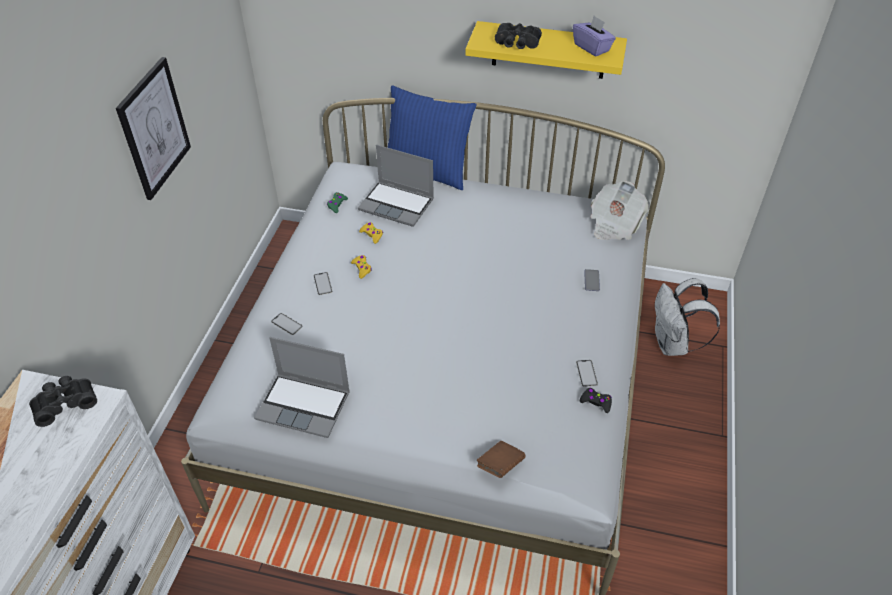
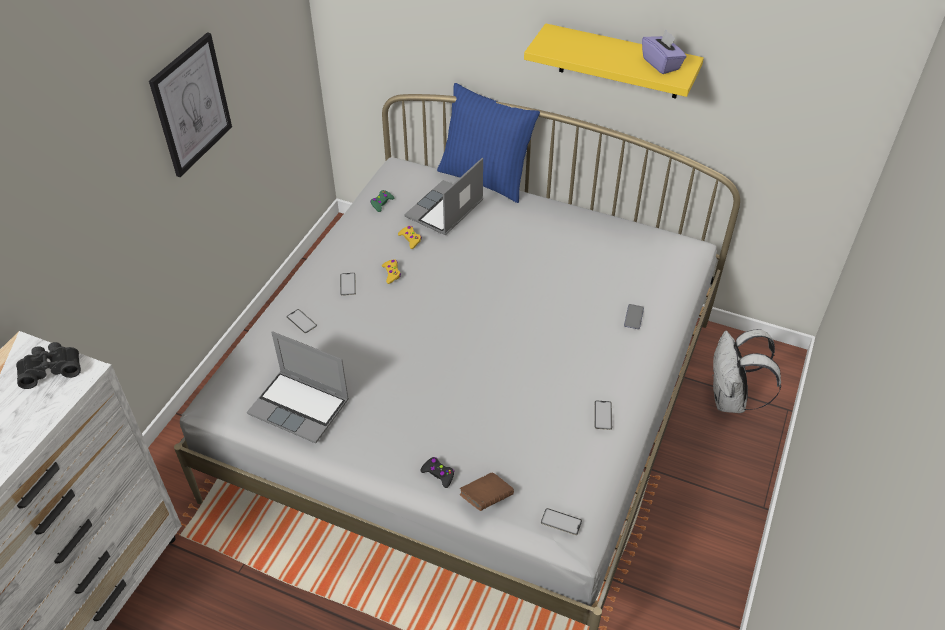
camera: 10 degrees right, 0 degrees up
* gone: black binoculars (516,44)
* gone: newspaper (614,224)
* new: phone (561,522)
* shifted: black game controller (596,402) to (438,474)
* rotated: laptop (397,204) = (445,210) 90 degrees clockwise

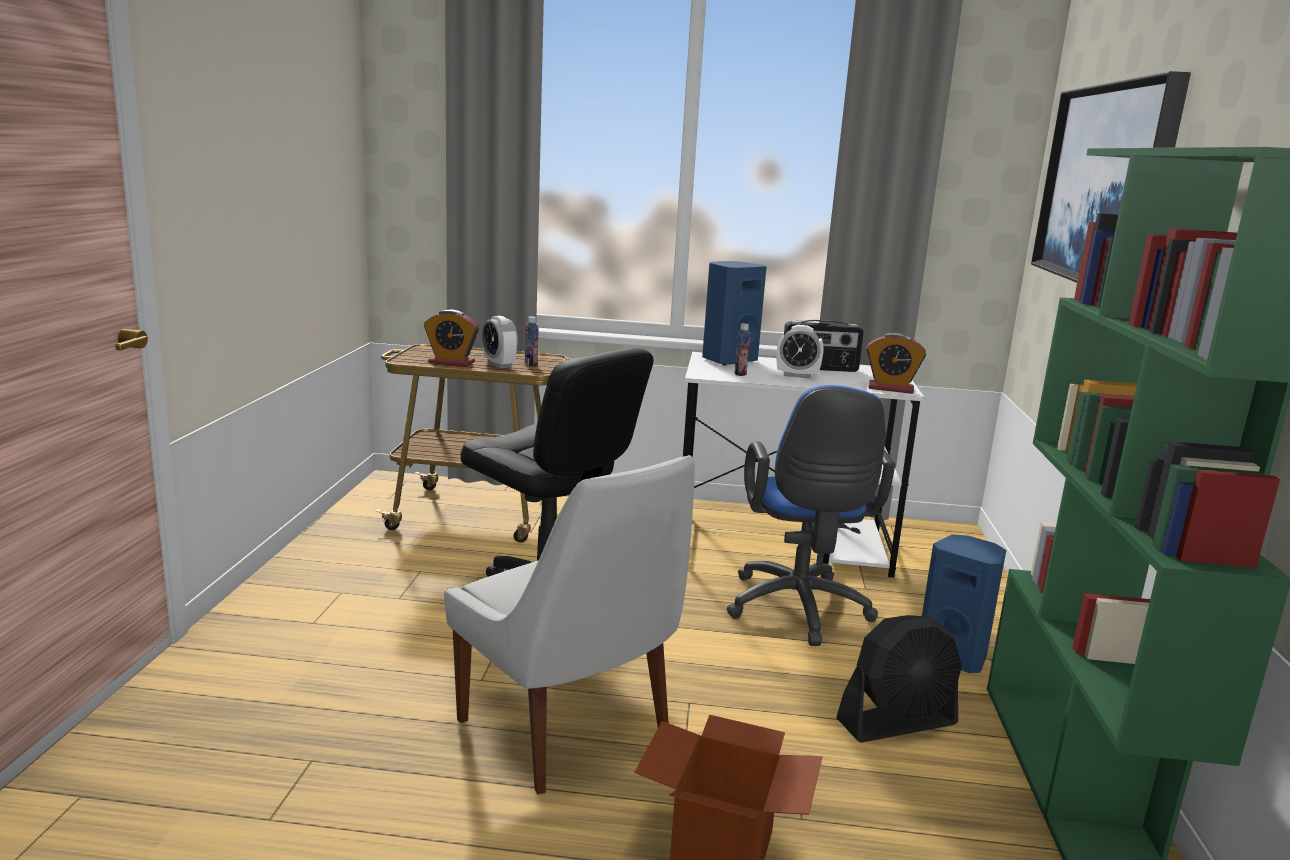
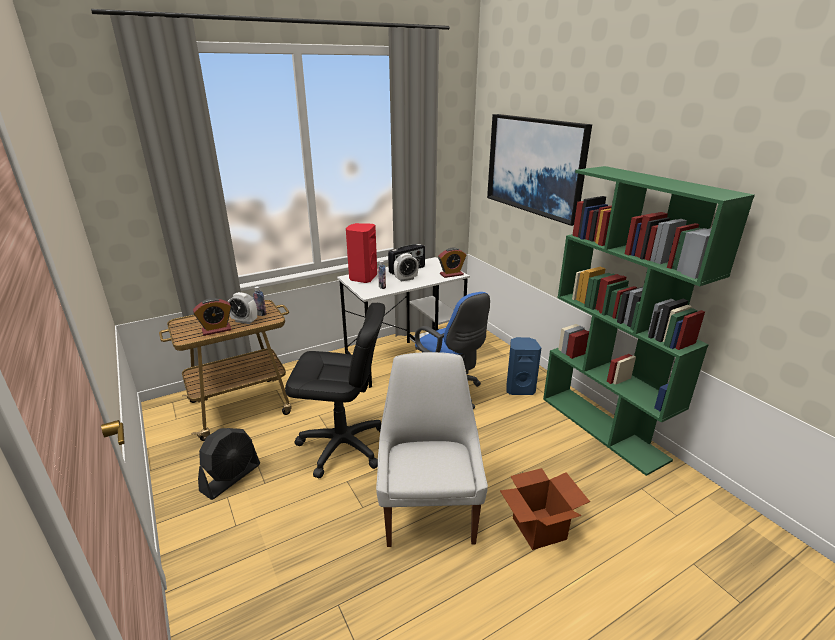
camera: 35 degrees left, 10 degrees up
* shifted: black fan (897,722) to (231,477)
* repainted: blue speaker (728,360) to red speaker (362,278)
* rotated: white chair (568,731) = (429,510) 105 degrees counterclockwise

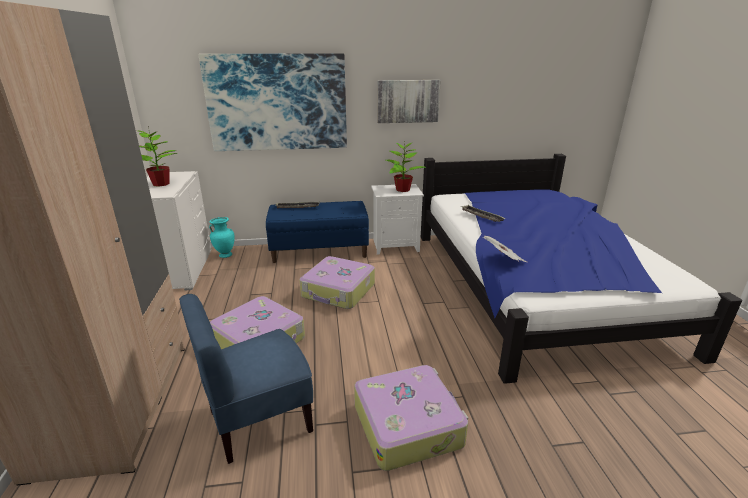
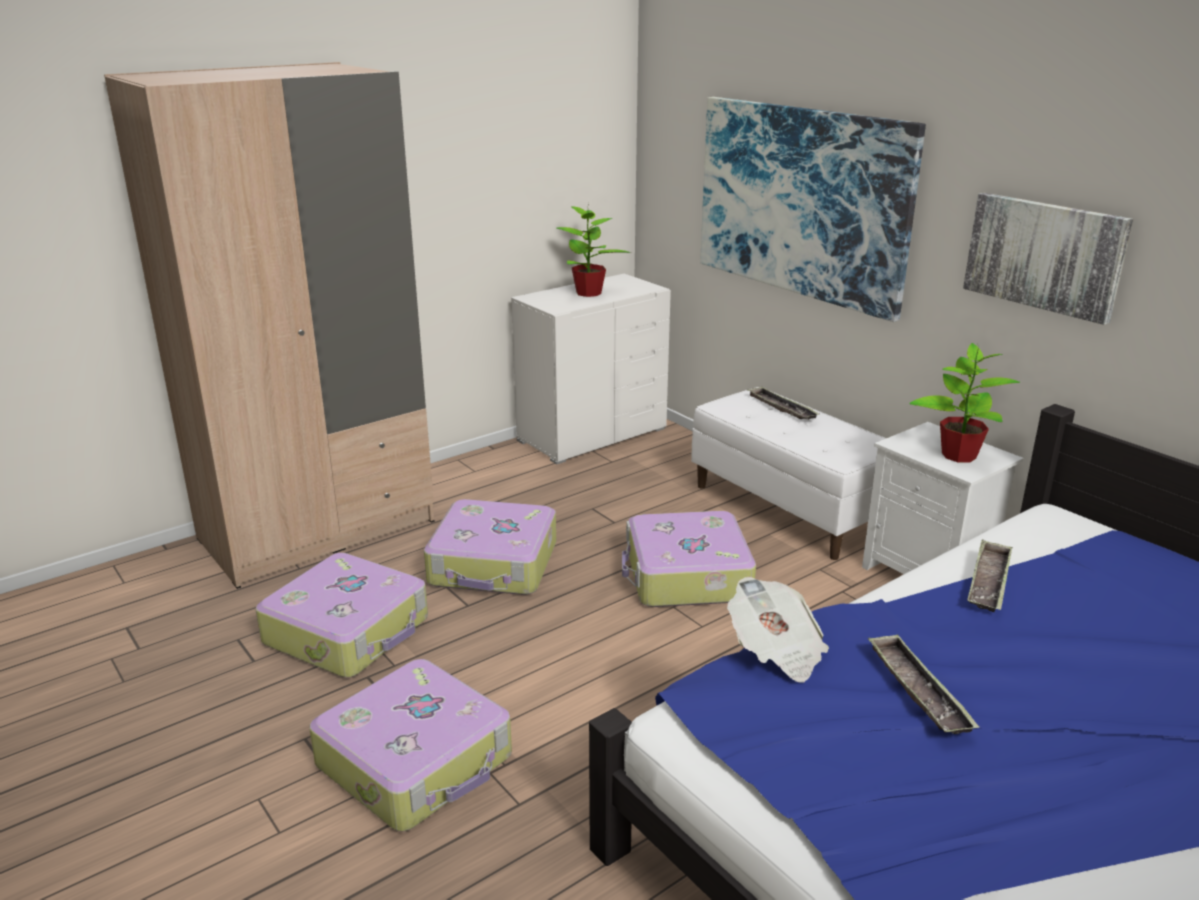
camera: 60 degrees right, 0 degrees up
* gone: turquoise vase (225,255)
* new: tray (918,690)
* swapped: blue chair (259,420) to suitcase (349,631)
* repainted: blue bench (320,251) to white bench (790,509)

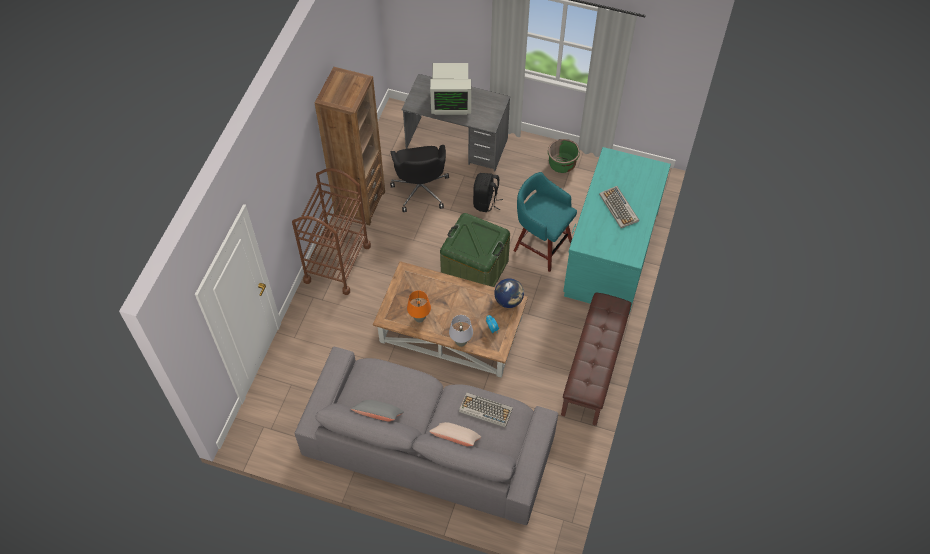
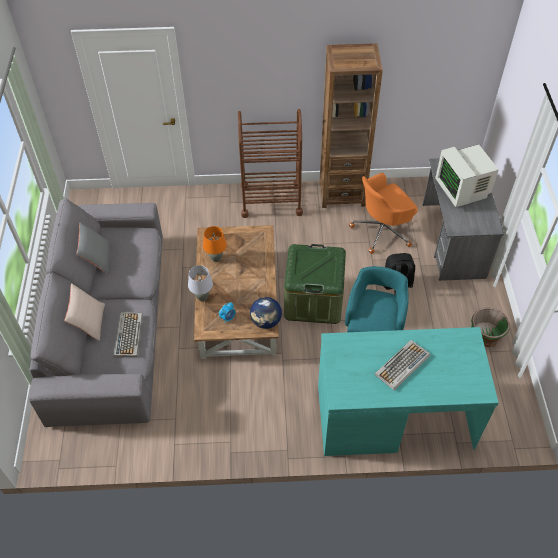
camera: 70 degrees right, 5 degrees down
* gone: brown bench (594,369)
* repainted: black office chair (421,189) to orange office chair (382,230)

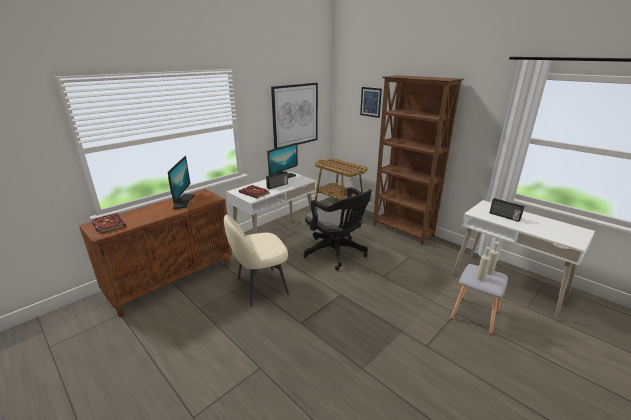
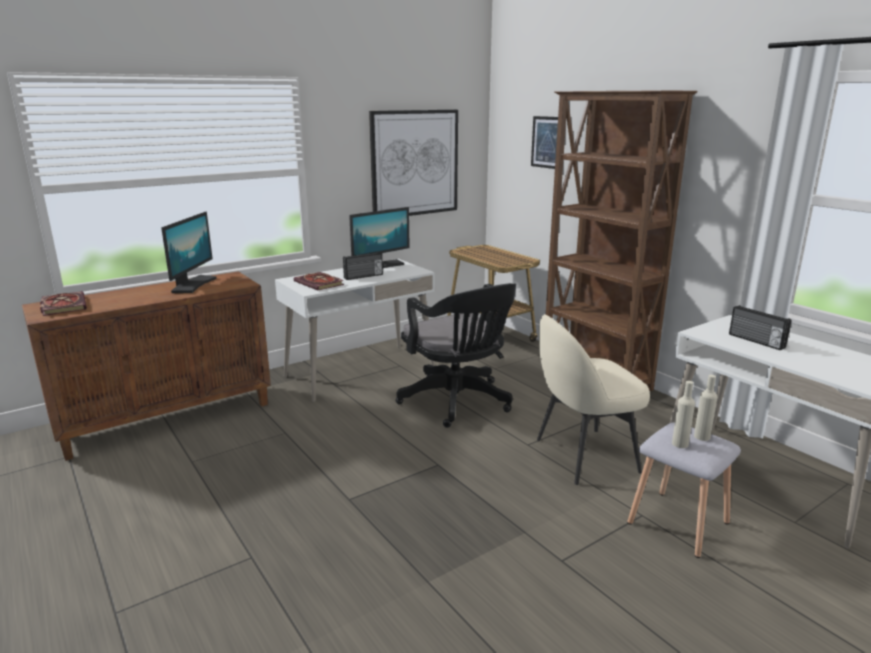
camera: 10 degrees right, 5 degrees down
* shifted: beige chair (260,287) to (583,456)

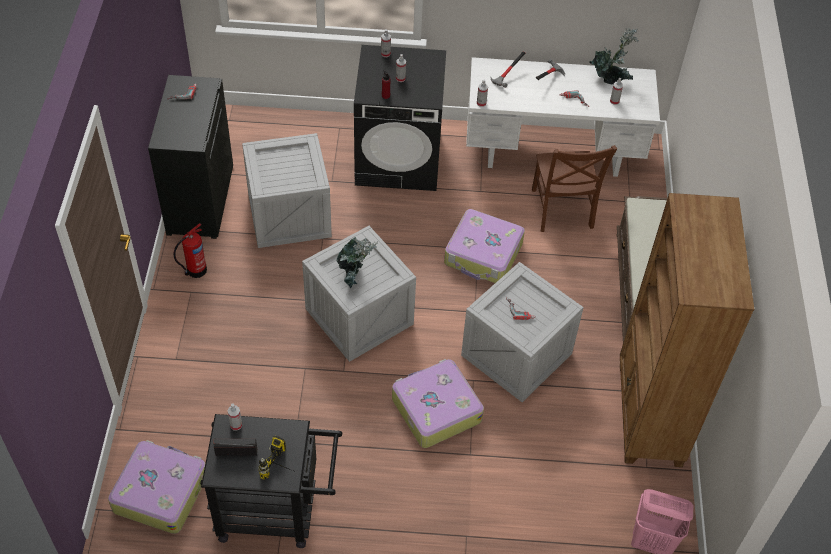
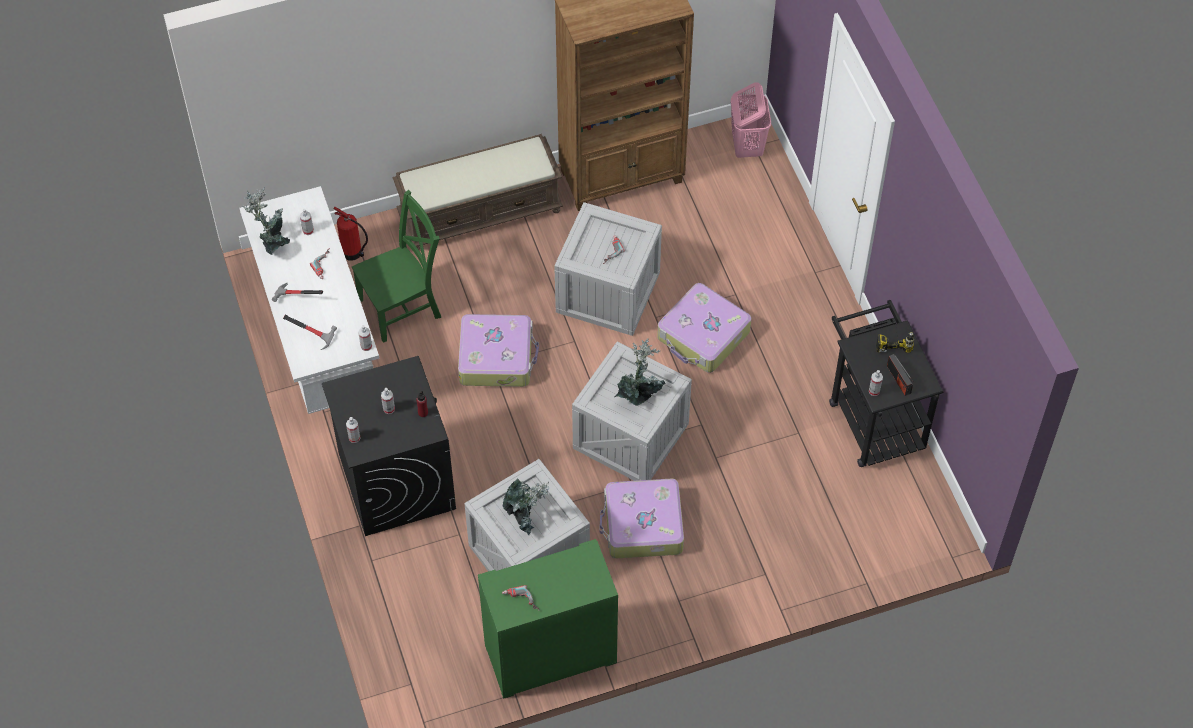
camera: 110 degrees left, 5 degrees up
* new: potted plant (525,517)
* shifted: suitcase (160,492) to (642,525)
* shifted: fire extinguisher (195,270) to (353,253)
* repainted: black cabinet (199,199) to green cabinet (550,655)
* repainted: brown chair (562,211) to green chair (403,307)

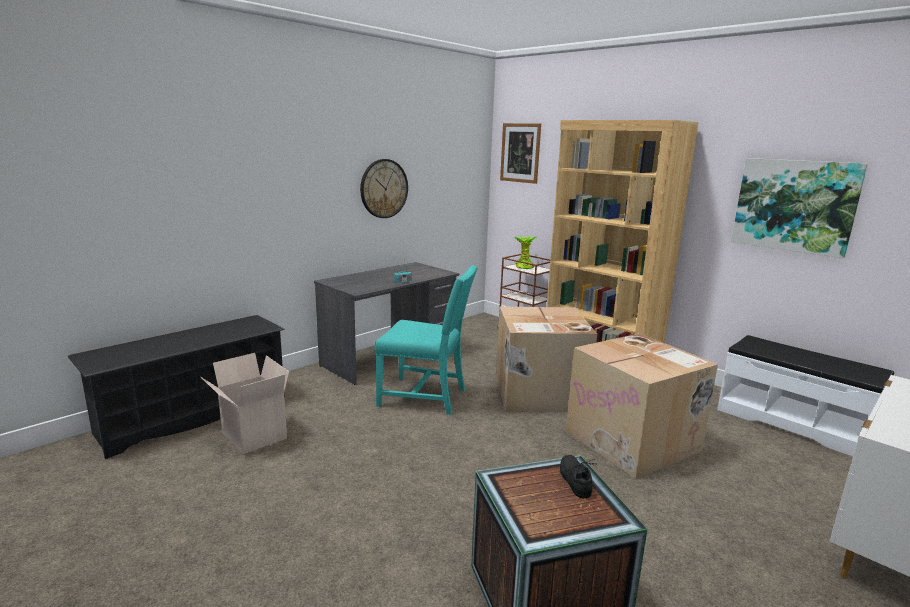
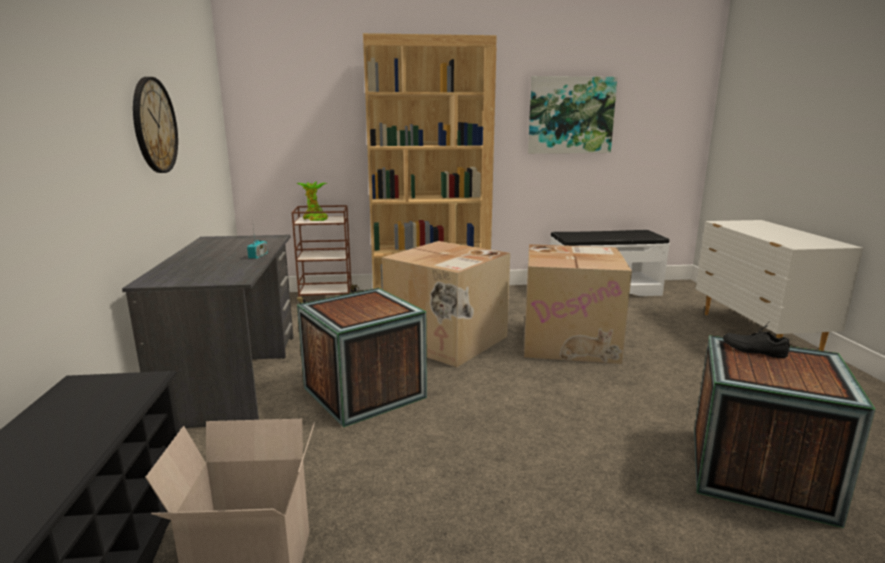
camera: 50 degrees left, 0 degrees up
* gone: picture (520,153)
* swapped: turquoise chair (425,397) to crate (364,392)

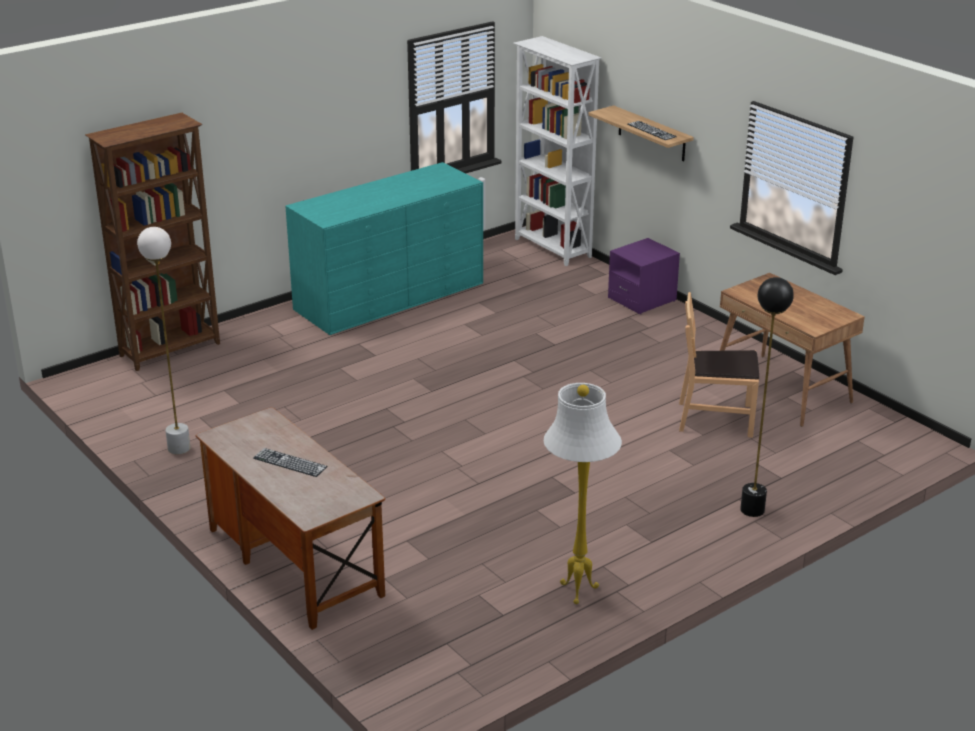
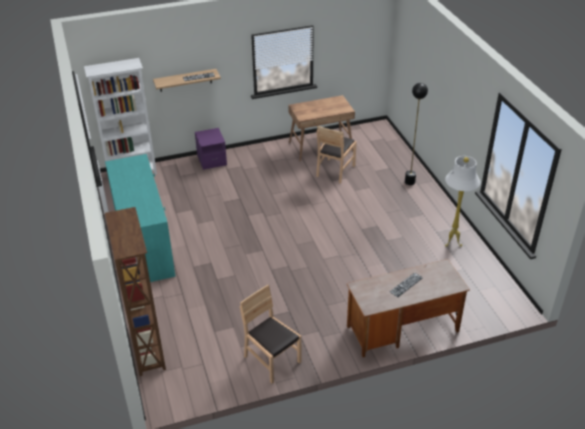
camera: 70 degrees left, 10 degrees up
* swapped: white floor lamp (179,448) to brown chair (272,360)

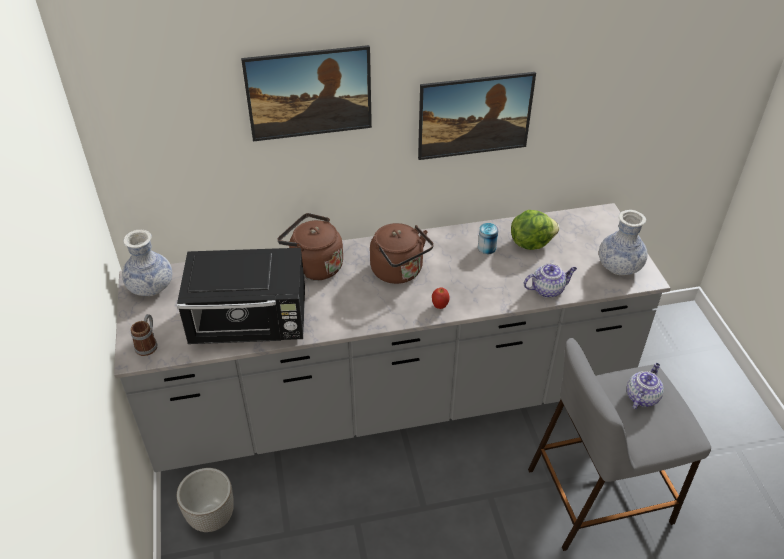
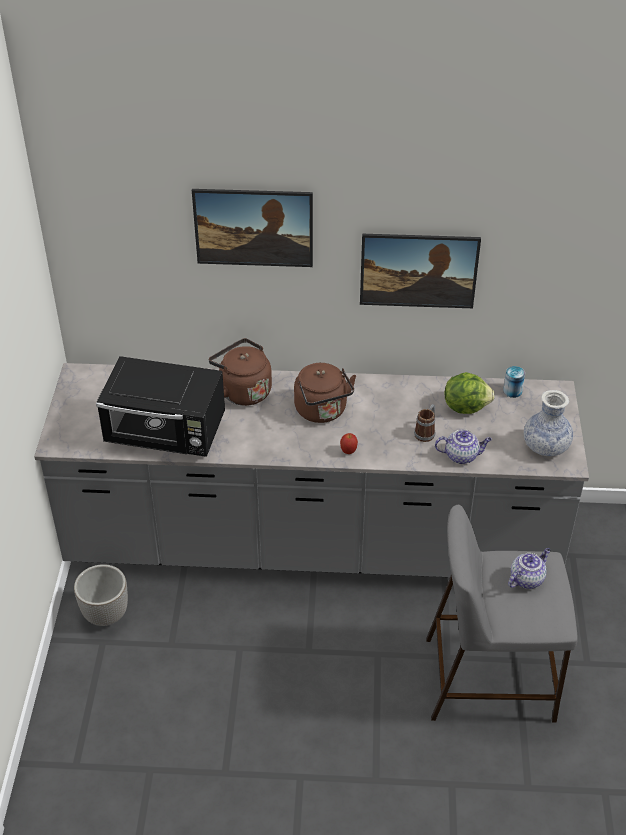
camera: 15 degrees right, 0 degrees up
* gone: vase (151,287)
* shifted: mug (148,344) to (426,432)
* shifted: can (486,248) to (512,391)

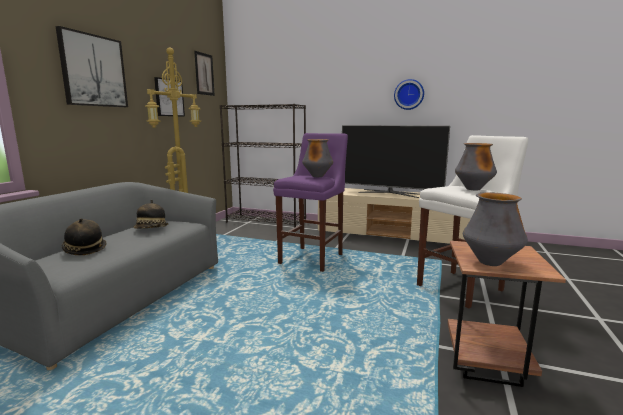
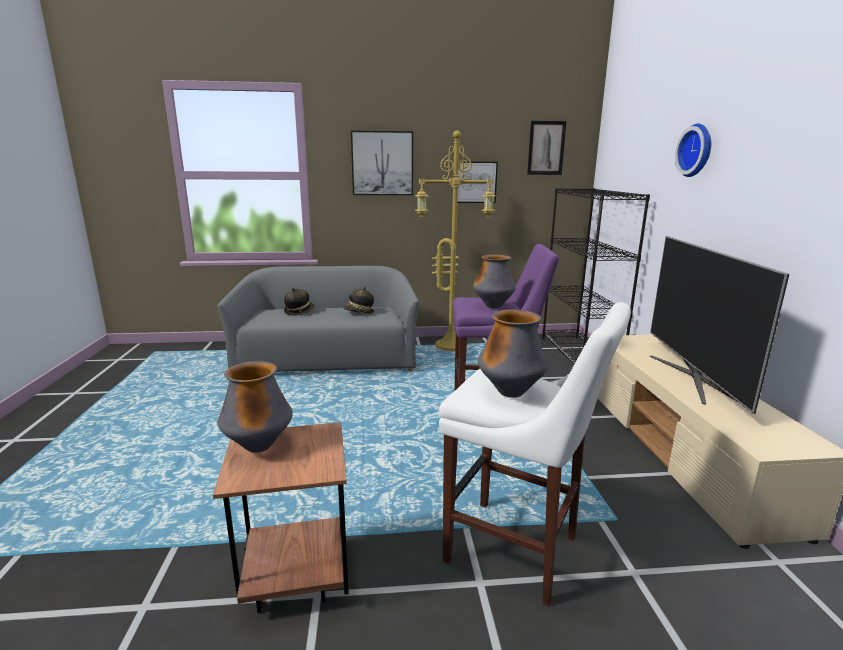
camera: 65 degrees right, 5 degrees up
* shifted: wall clock (409,94) to (697,150)

